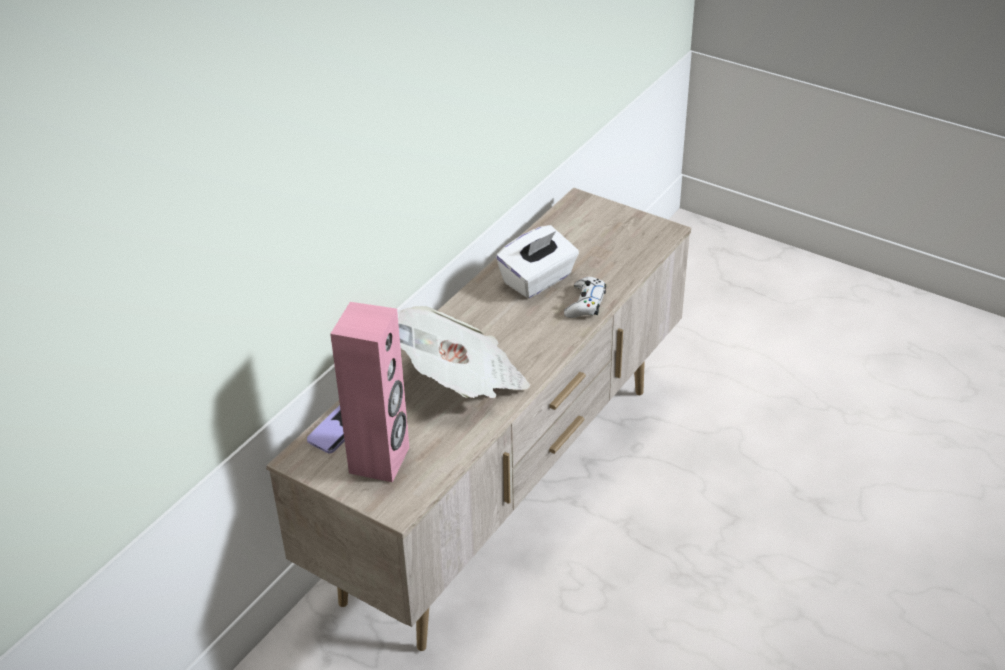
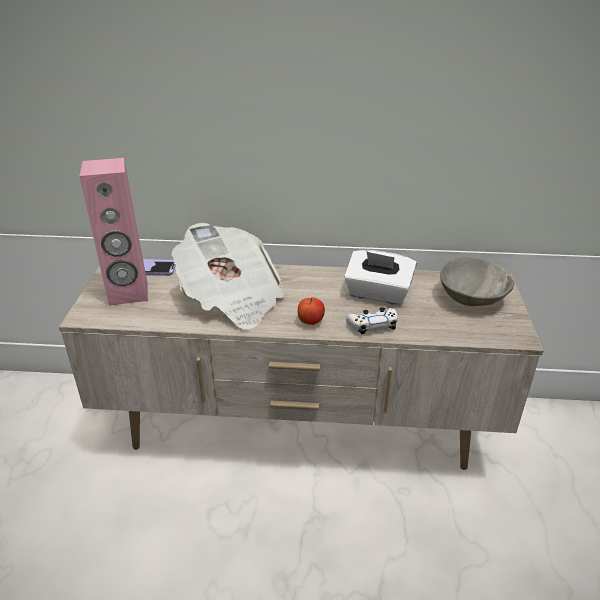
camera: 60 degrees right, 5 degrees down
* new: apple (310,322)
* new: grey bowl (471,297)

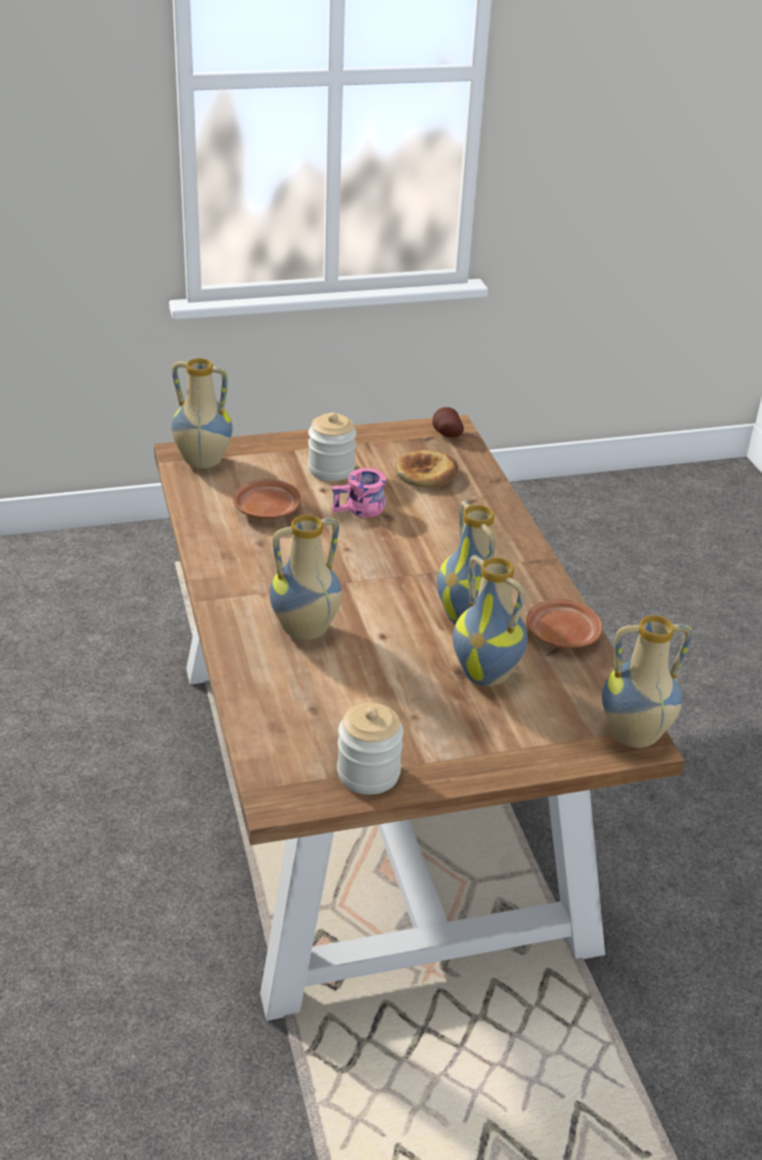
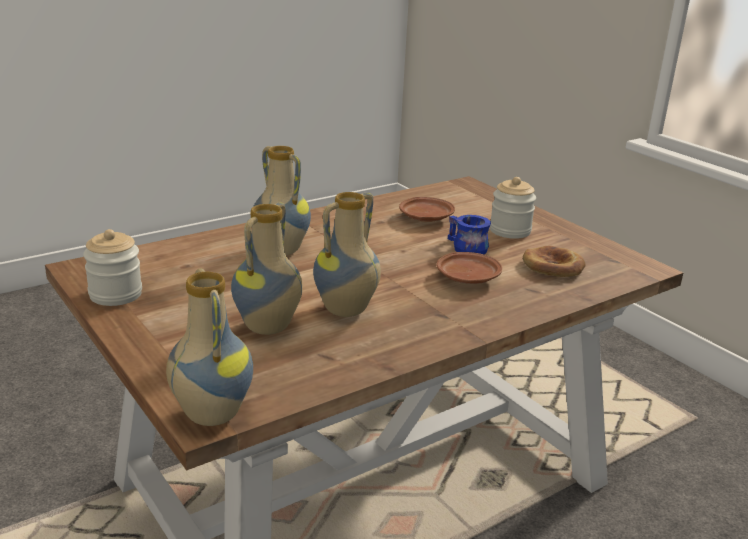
camera: 70 degrees right, 10 degrees down
* gone: vase (202,463)
* gone: potato (445,434)
* shifted: brown plate (561,634) to (468,278)
* repainted: pink mug (360,510) to blue mug (464,248)

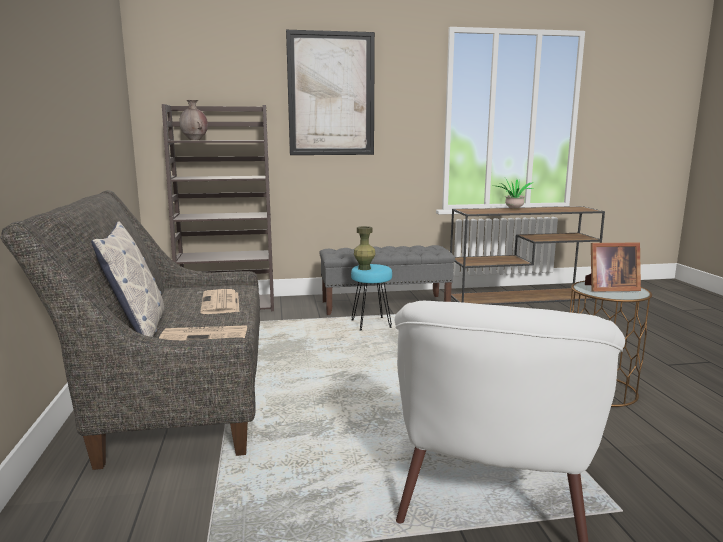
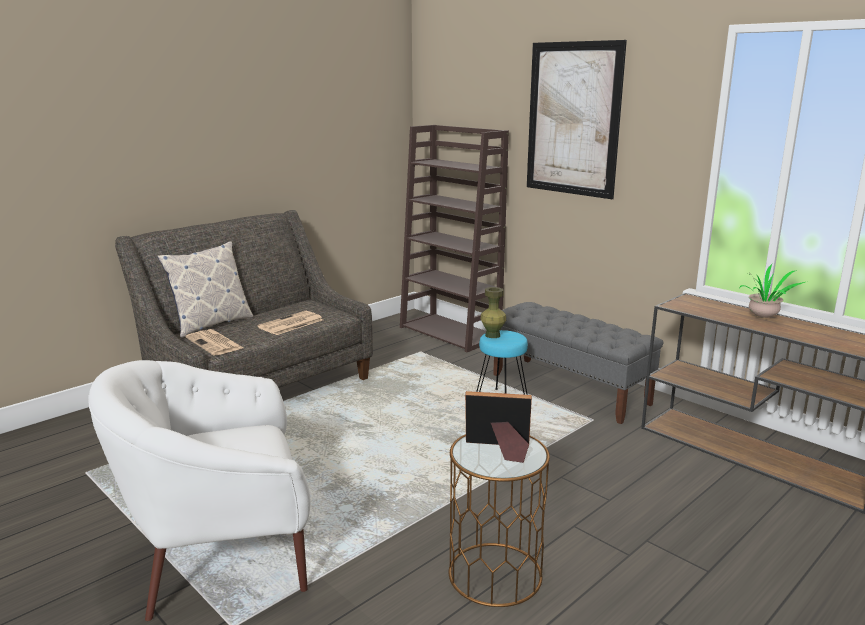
camera: 55 degrees right, 5 degrees up
* gone: brown vase (195,140)
* rotated: picture frame (608,288) = (499,450) 135 degrees clockwise

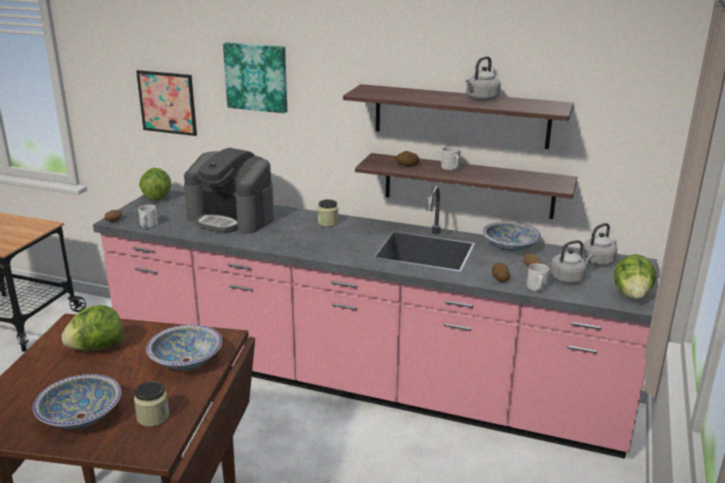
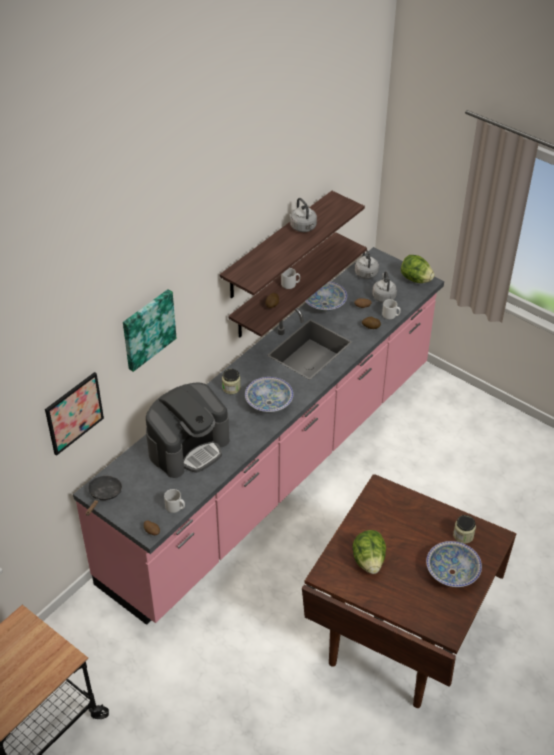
camera: 70 degrees left, 20 degrees up
* shifted: bowl (186,360) to (269,403)
* swapped: lettuce (157,197) to black frying pan (104,494)

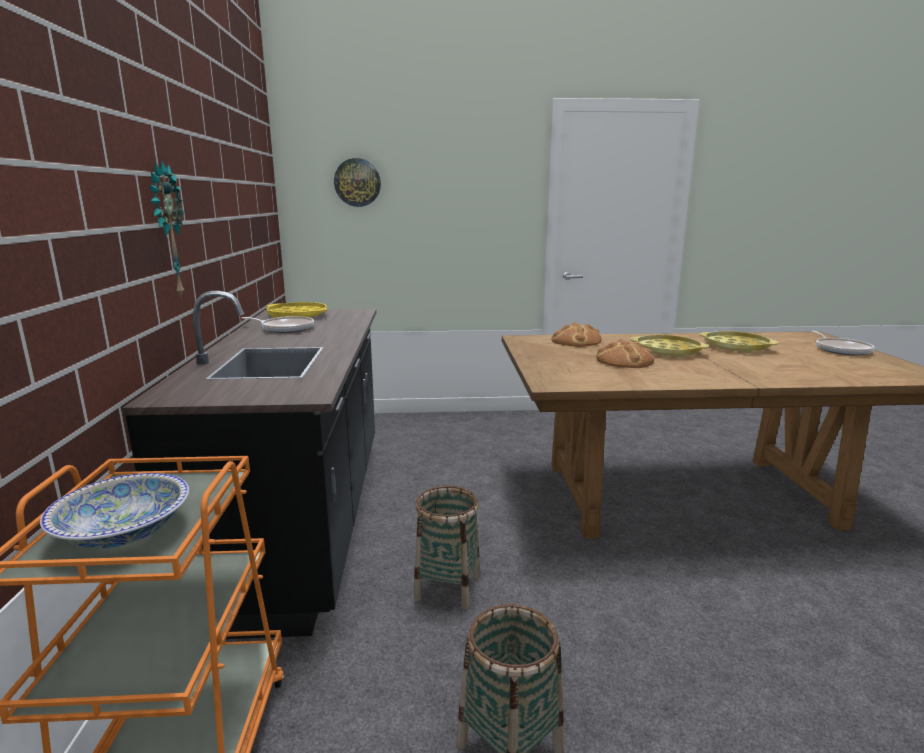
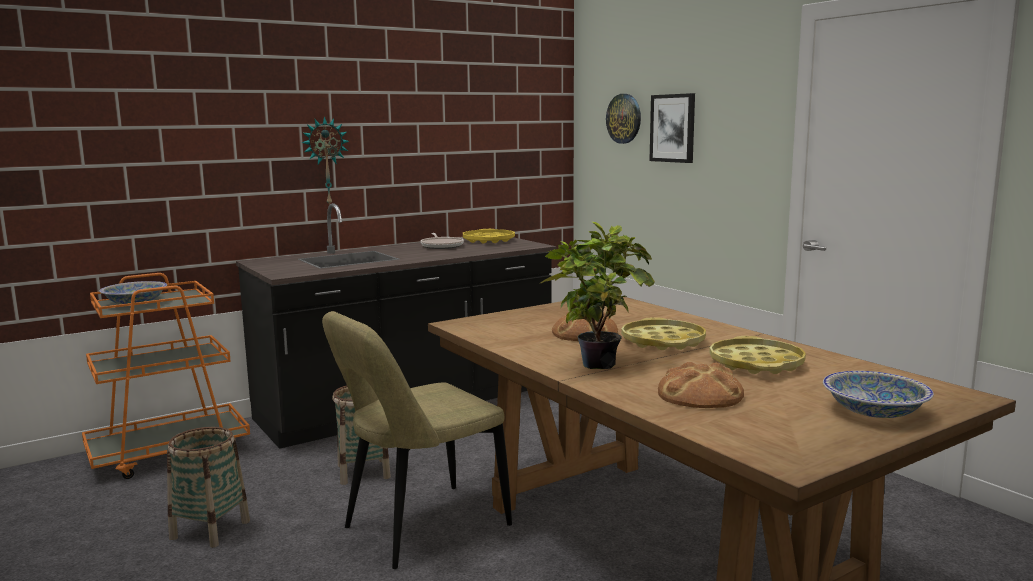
camera: 60 degrees right, 5 degrees down
* new: beige chair (420,529)
* new: potted plant (597,363)
* new: picture (673,128)
* shifted: bread (575,341) to (700,394)
* swapped: frying pan (841,350) to bowl (874,412)

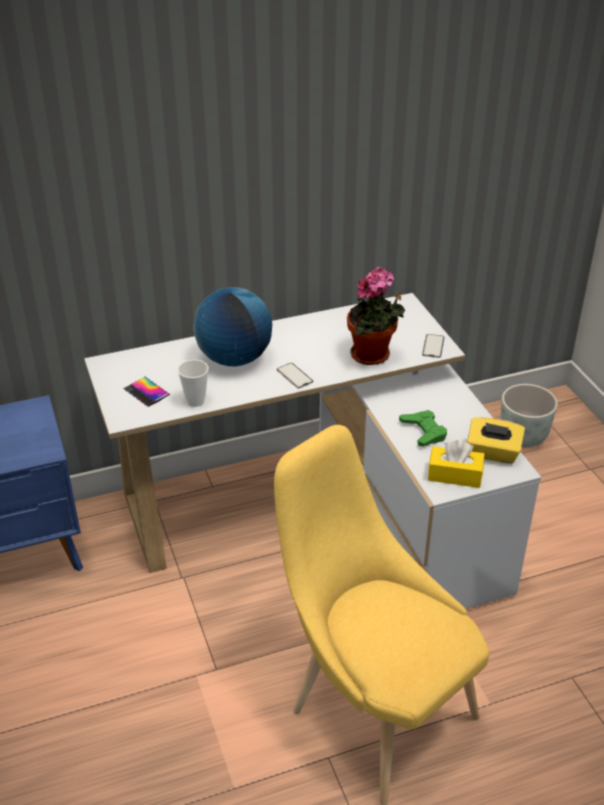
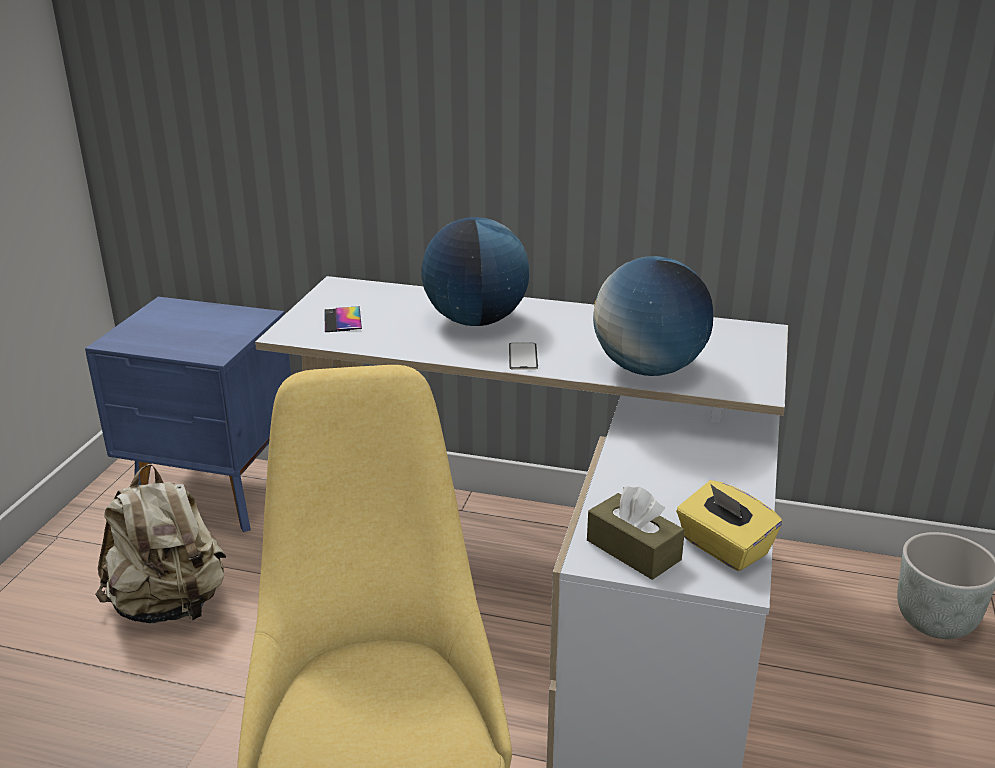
camera: 35 degrees right, 10 degrees down
* gone: cup (195,401)
* gone: green game controller (424,431)
* gone: phone (433,346)
* new: beige backpack (170,605)
* swapped: potted plant (373,356) to globe (648,369)
* repainted: yellow tissue box (455,475) to brown tissue box (633,550)

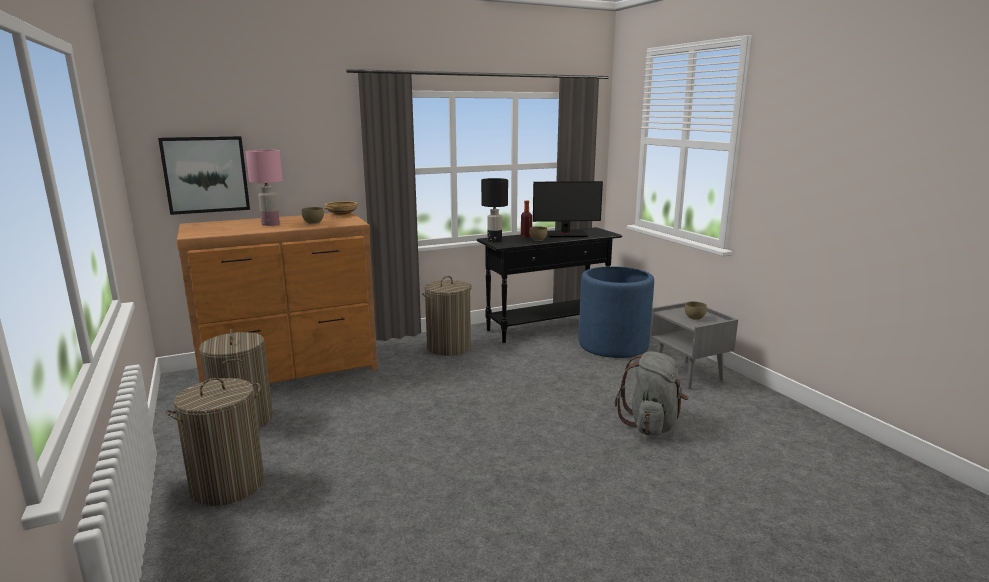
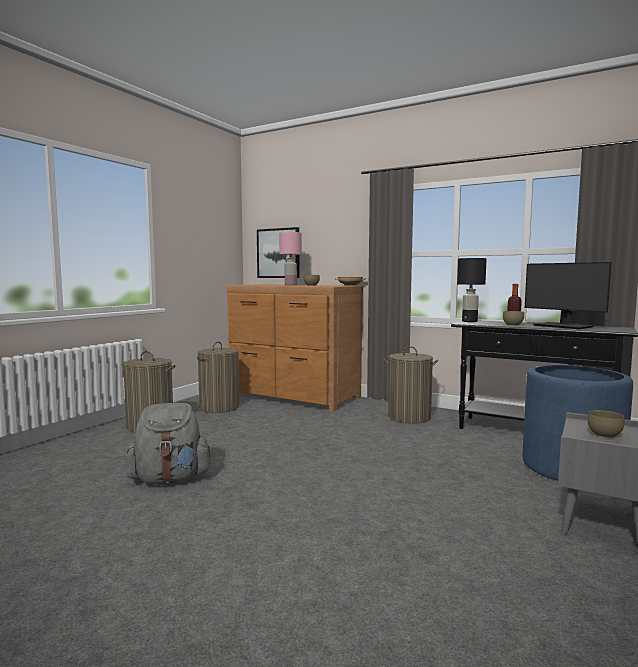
camera: 55 degrees right, 10 degrees down
* shifted: grey backpack (651,424) to (170,479)

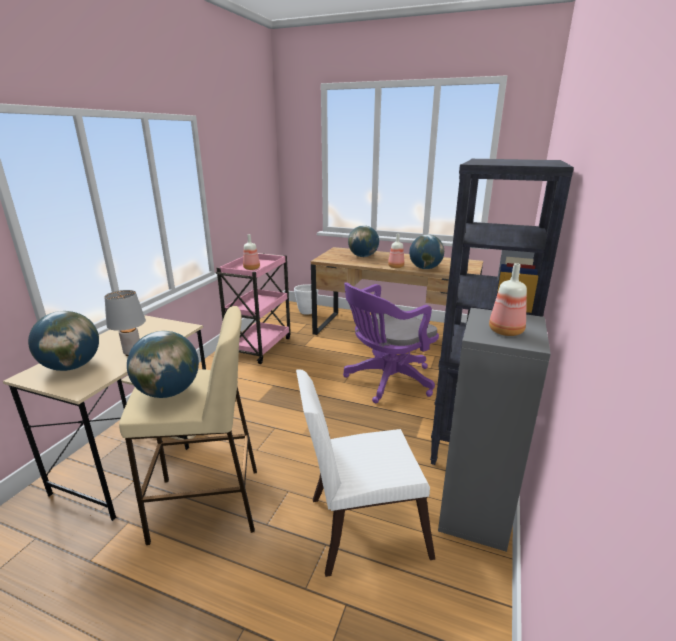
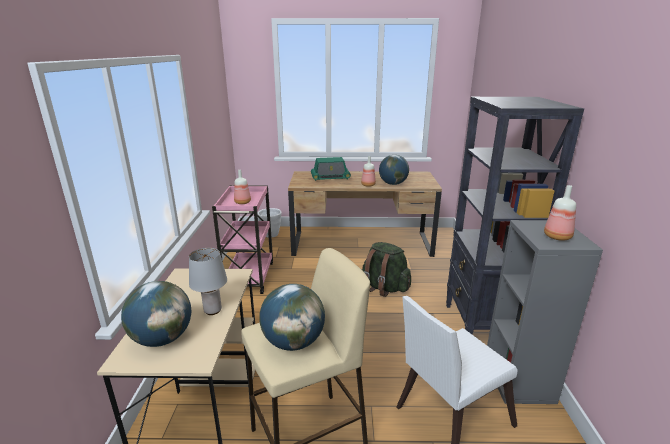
camera: 20 degrees left, 0 degrees up
* swapped: purple office chair (386,381) to green backpack (384,288)
* swapped: globe (363,256) to radio (330,178)

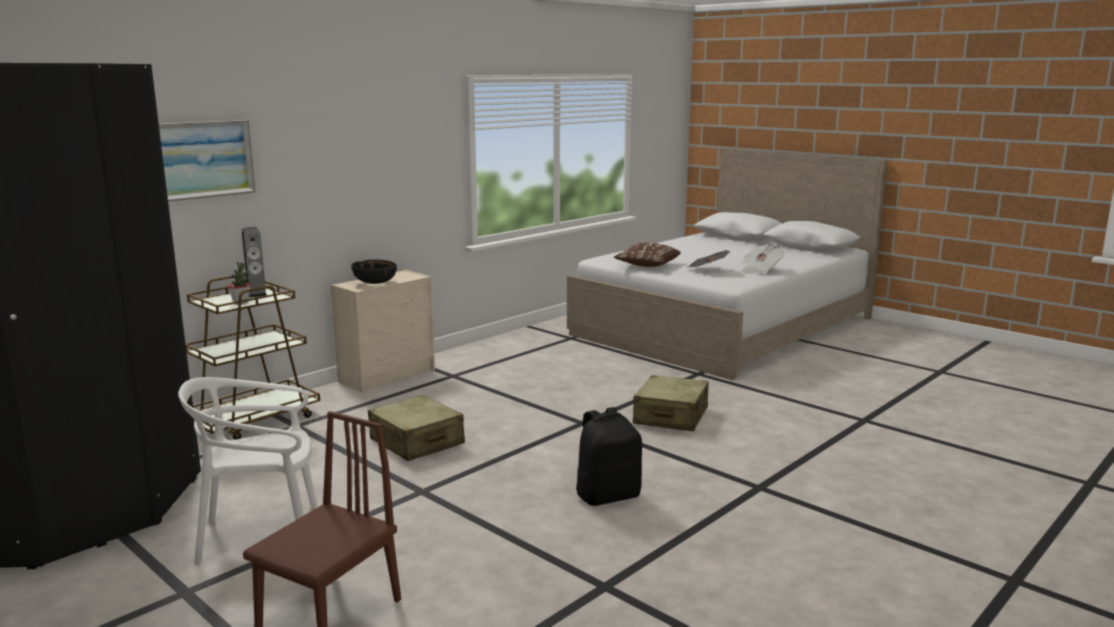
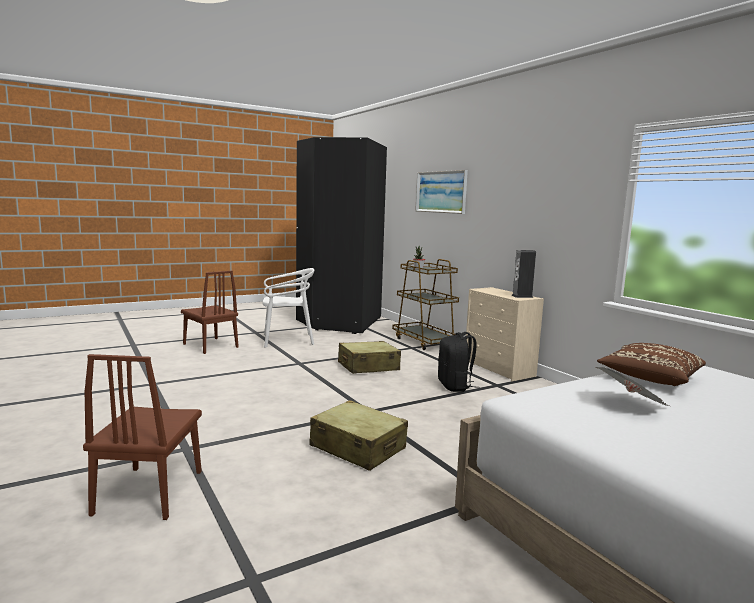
camera: 105 degrees right, 5 degrees down
* gone: black bowl (374,283)
* gone: newspaper (760,270)
* new: brown chair (149,492)
* shifted: speaker (256,293) to (522,296)
* shifted: black backpack (608,496) to (455,386)
* rotated: white chair (261,535) = (287,340) 75 degrees clockwise

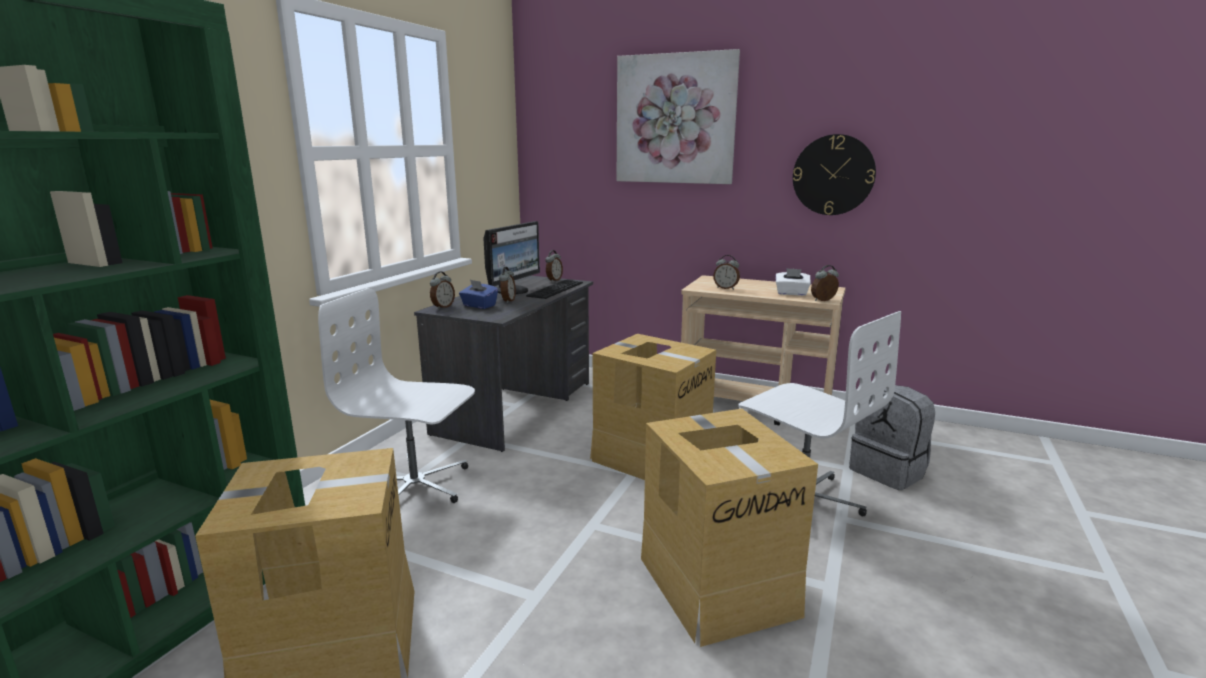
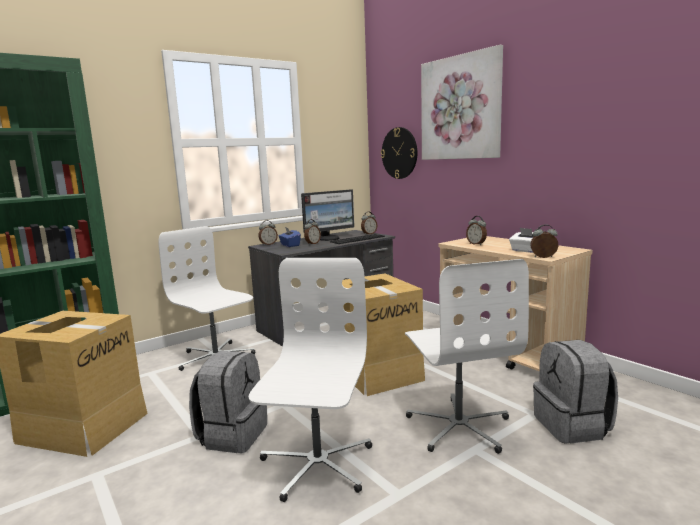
camera: 30 degrees right, 5 degrees down
* new: grey backpack (232,435)
* shifted: wall clock (833,175) to (399,153)
* swapped: cardboard box (717,584) to white office chair (316,464)

